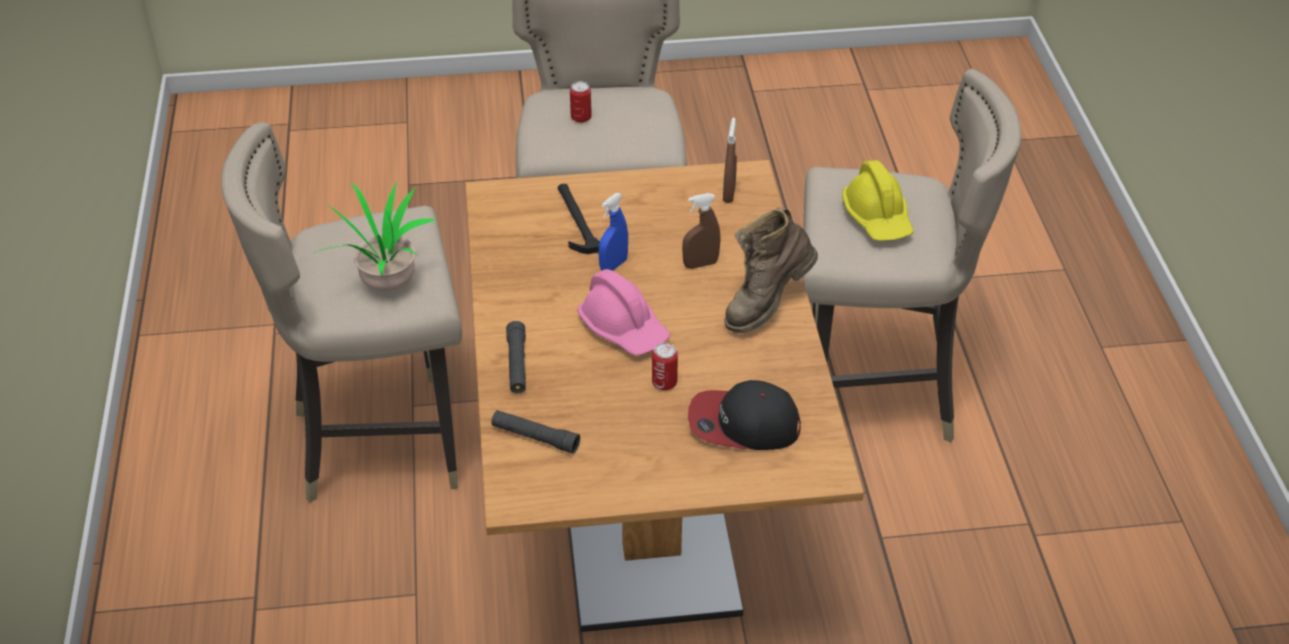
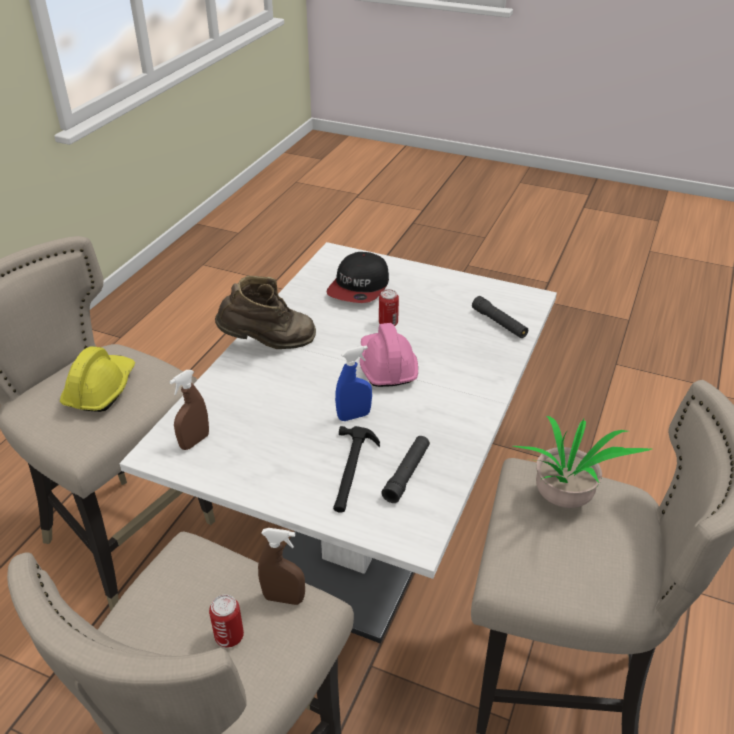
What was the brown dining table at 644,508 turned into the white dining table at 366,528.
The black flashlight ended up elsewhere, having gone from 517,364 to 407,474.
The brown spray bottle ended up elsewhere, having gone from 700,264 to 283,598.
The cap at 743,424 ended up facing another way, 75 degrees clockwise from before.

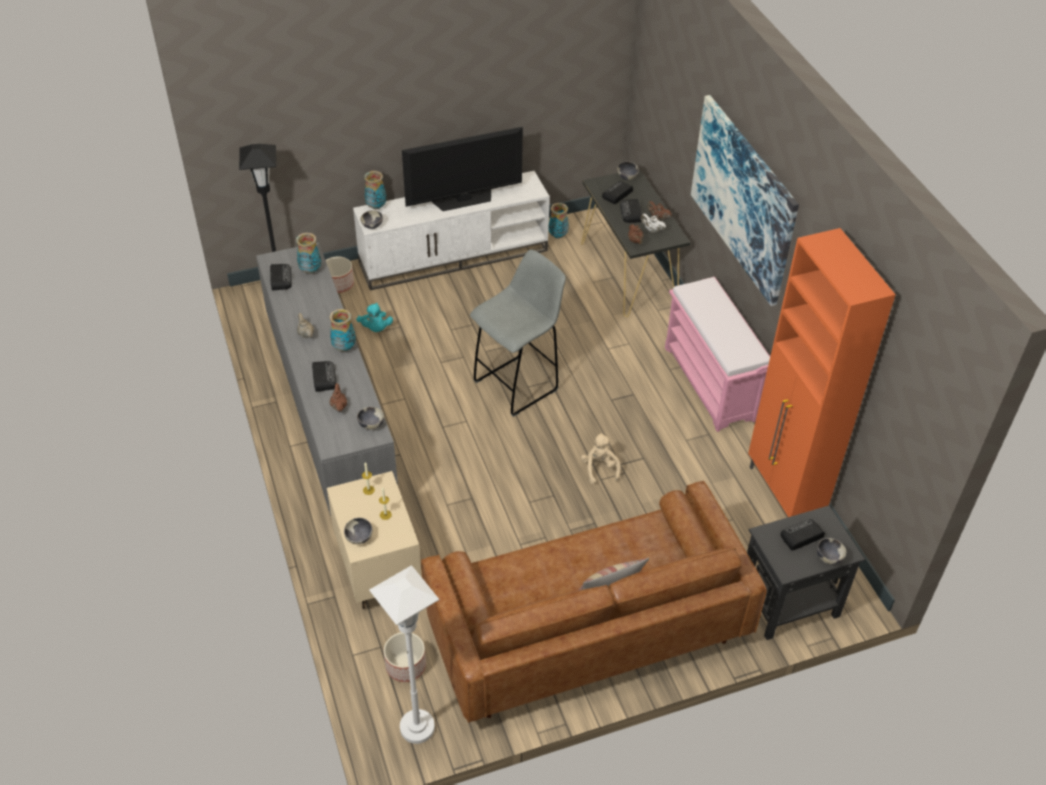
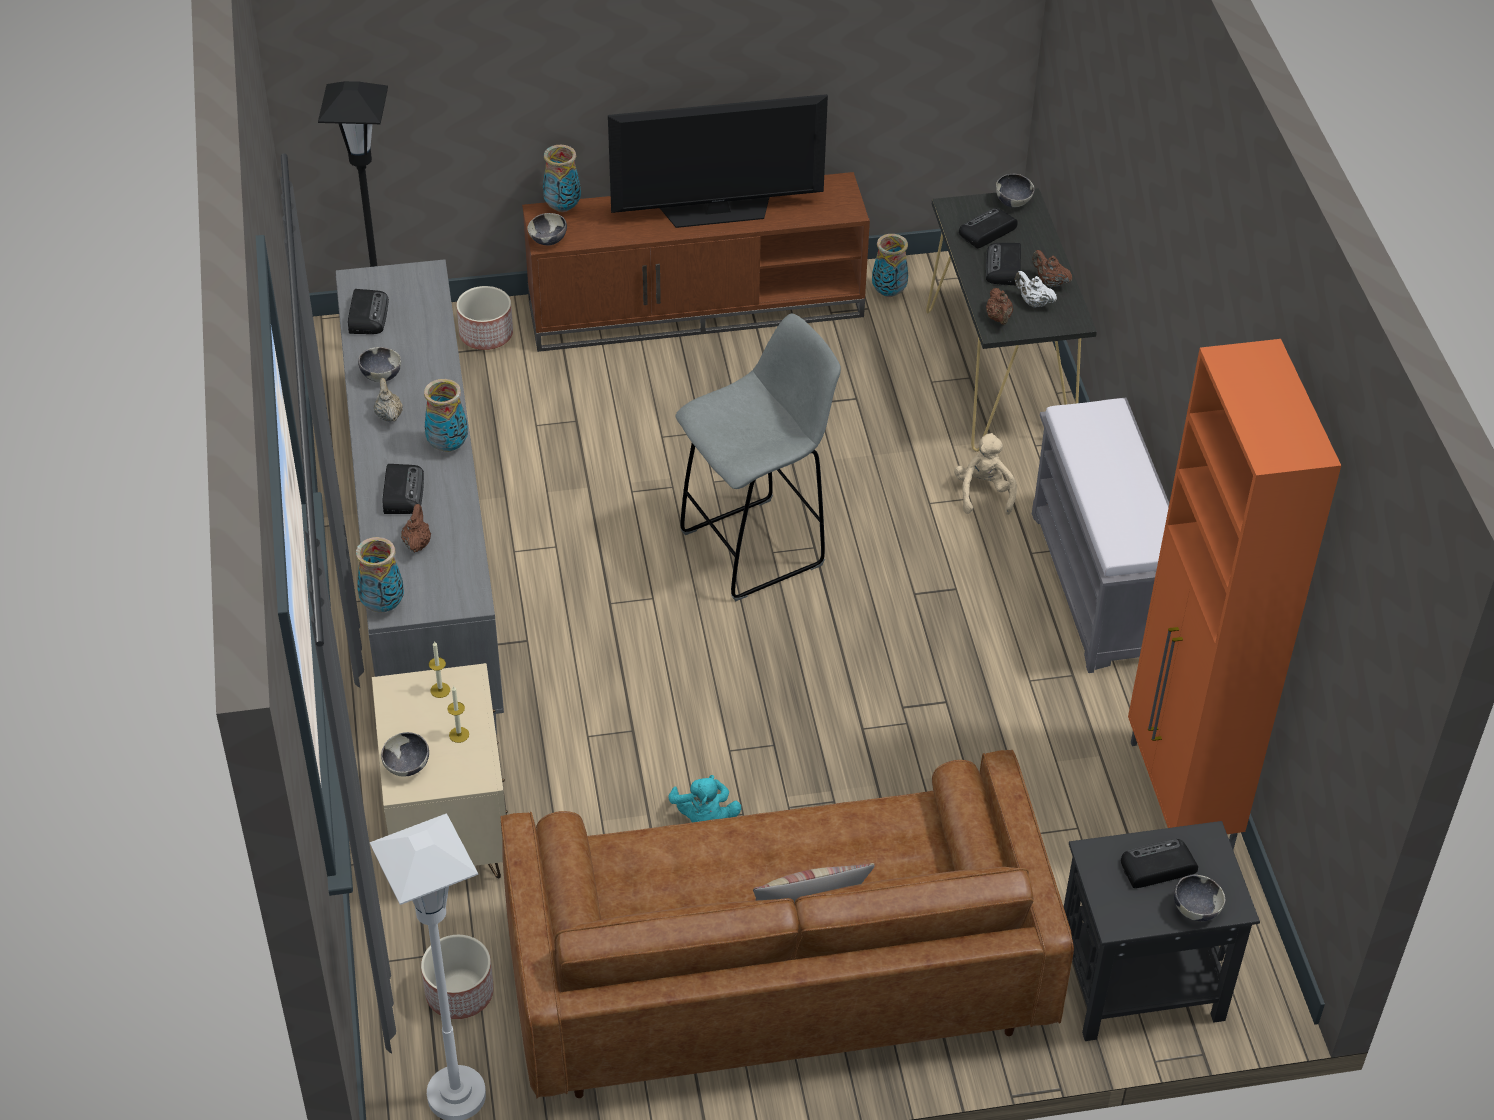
The vase ended up elsewhere, having gone from 310,270 to 383,606.
What was the white tv stand at 454,256 turned into the brown tv stand at 697,307.
The turquoise plush toy ended up elsewhere, having gone from 375,328 to 705,819.
The bowl ended up elsewhere, having gone from 371,425 to 381,376.
The beige plush toy ended up elsewhere, having gone from 599,469 to 983,493.
What was the pink bench at 711,384 turned into the grey bench at 1099,587.
The second view lost the picture at 743,198.

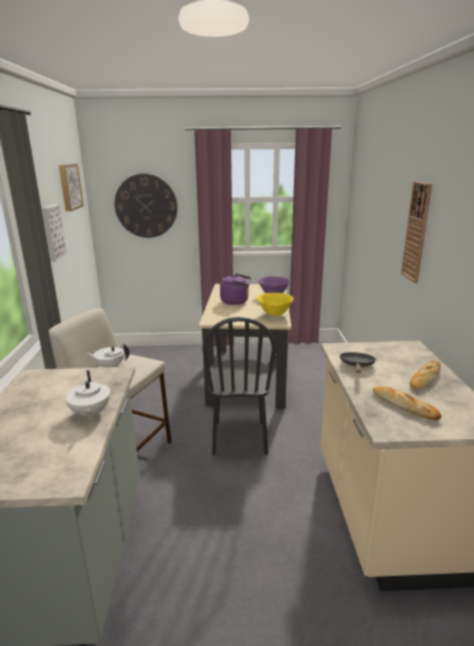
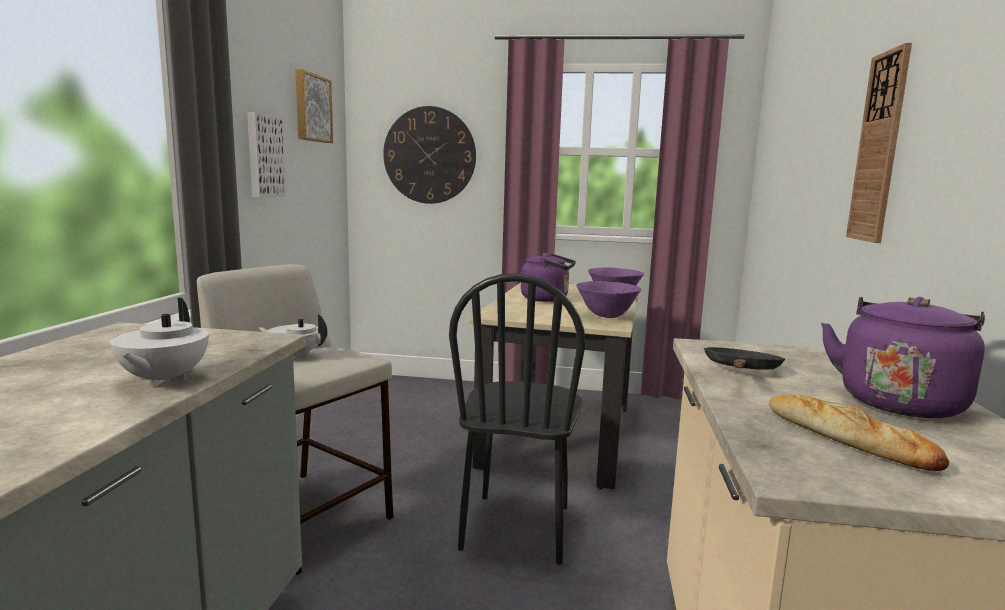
What was the yellow bowl at 274,314 turned into the purple bowl at 606,316.
Where the bread stood at 425,378, the purple kettle came to stand at 899,401.

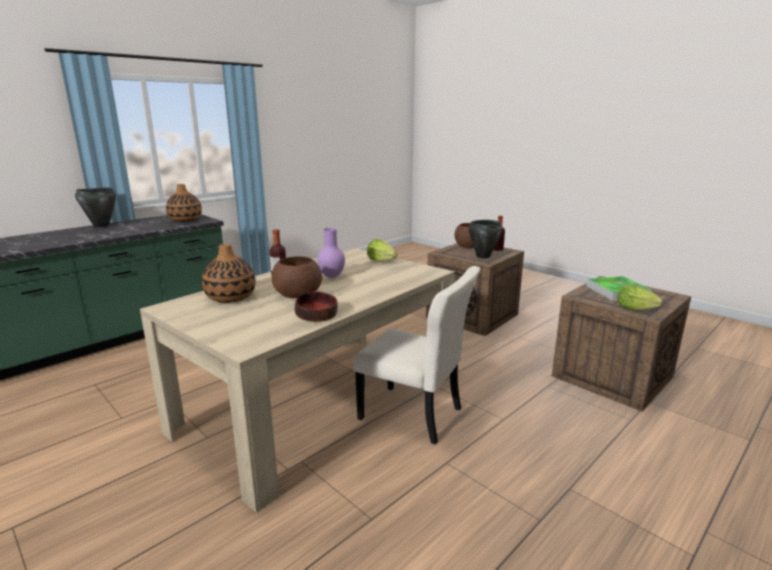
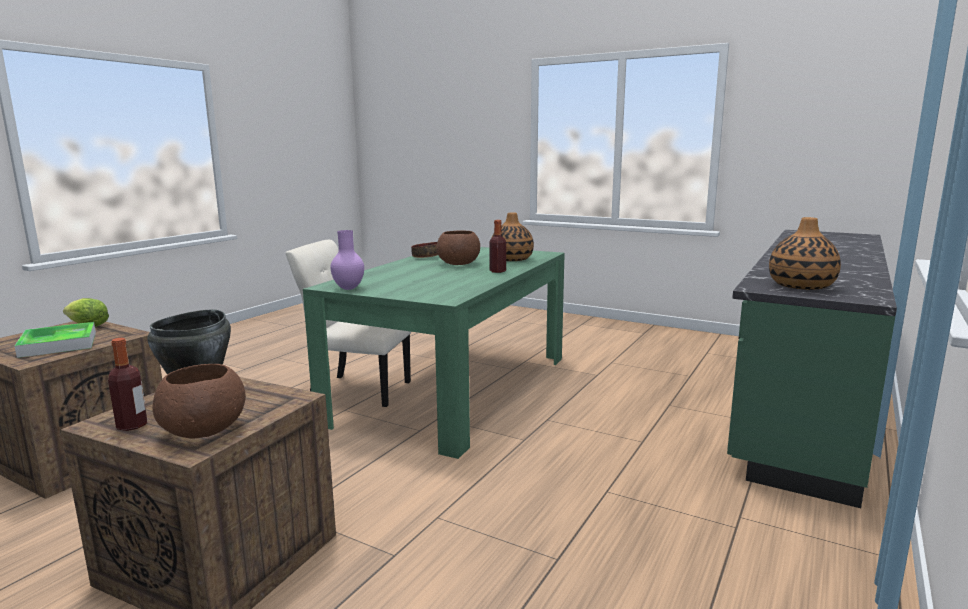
The second view lost the black cooking pot at 101,225.
What was the beige dining table at 319,402 turned into the green dining table at 454,388.
The purple vase ended up elsewhere, having gone from 331,276 to 349,288.
The second view lost the lettuce at 381,261.

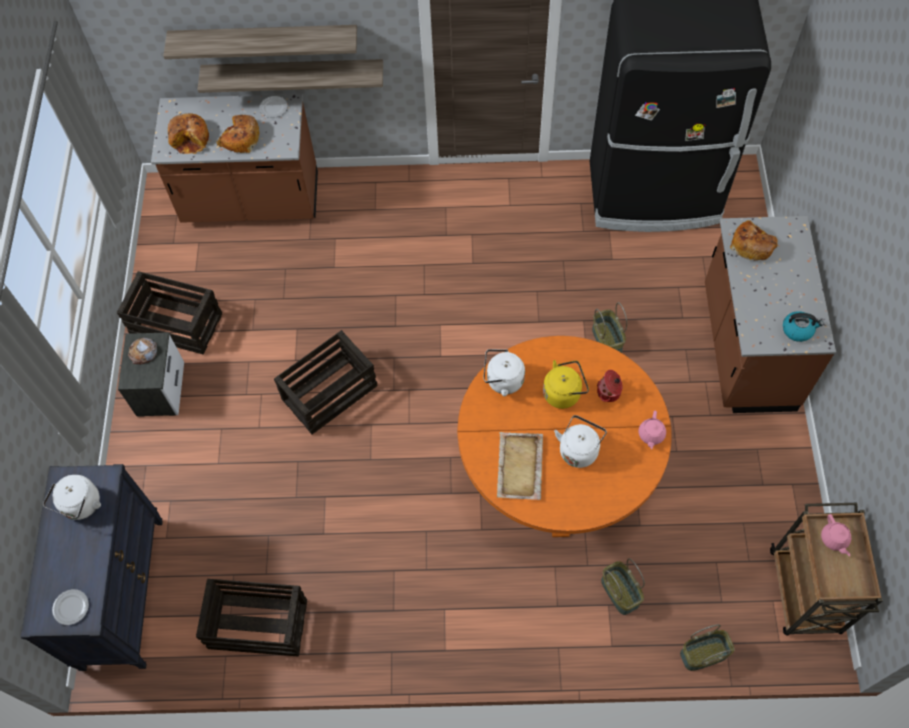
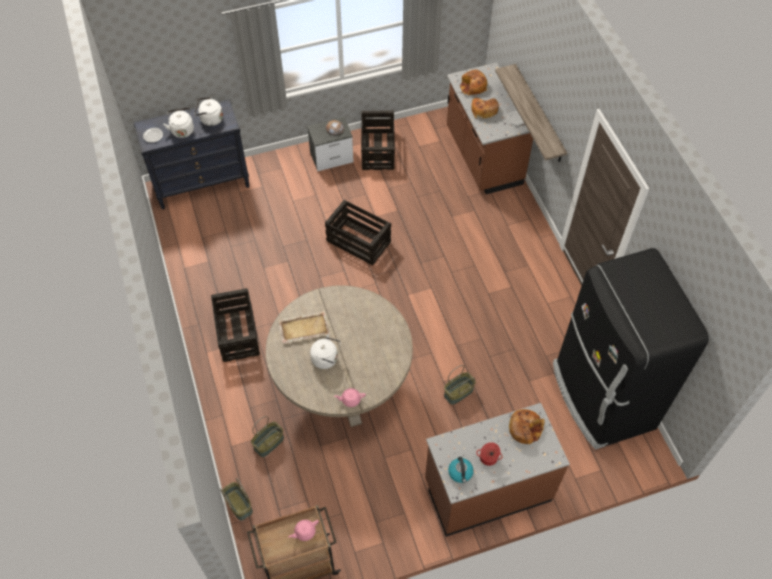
The second view lost the shelf at 264,40.
The crate ended up elsewhere, having gone from 257,624 to 237,333.
What was the orange dining table at 556,474 turned into the beige dining table at 342,385.
The white kettle ended up elsewhere, having gone from 502,380 to 182,130.
The second view lost the yellow kettle at 564,393.
The cooking pot ended up elsewhere, having gone from 609,392 to 488,458.

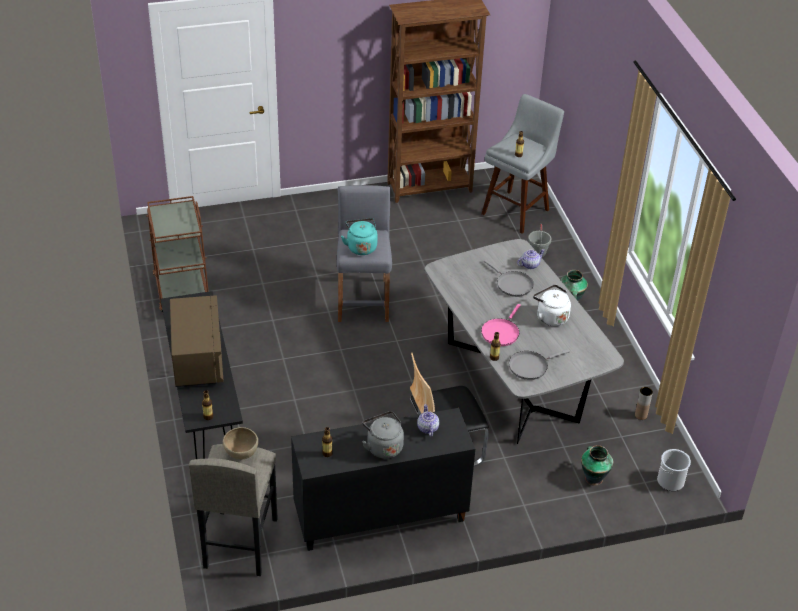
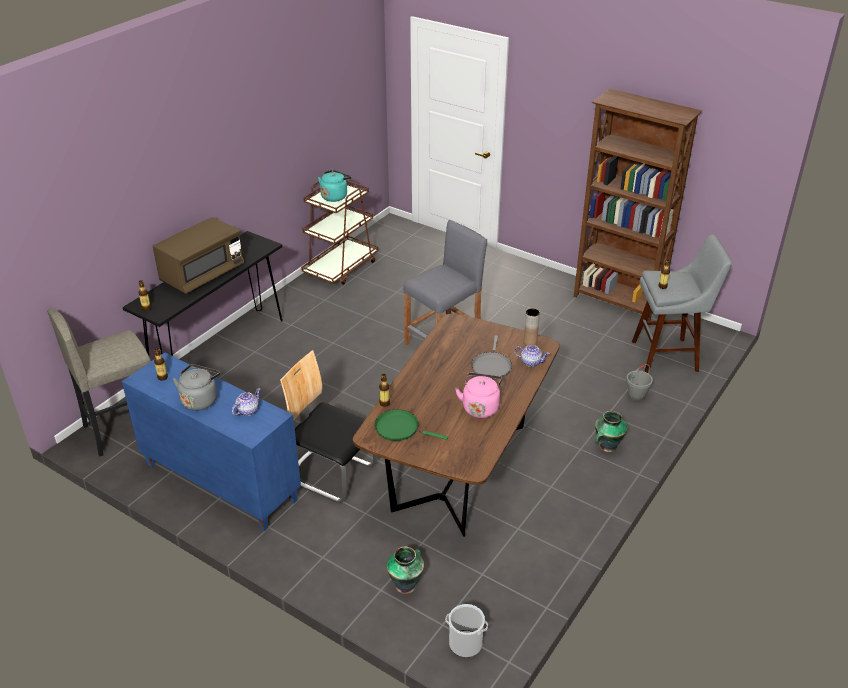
The second view lost the brown bowl at 241,454.
What was the black cabinet at 380,518 turned into the blue cabinet at 219,482.
The turquoise kettle ended up elsewhere, having gone from 361,246 to 335,196.
What was the grey dining table at 511,382 turned into the brown dining table at 459,467.
The second view lost the pink frying pan at 501,332.
What was the grey frying pan at 530,366 turned into the green frying pan at 400,428.
What was the white kettle at 550,317 turned into the pink kettle at 480,407.
The brown vase ended up elsewhere, having gone from 641,415 to 530,343.

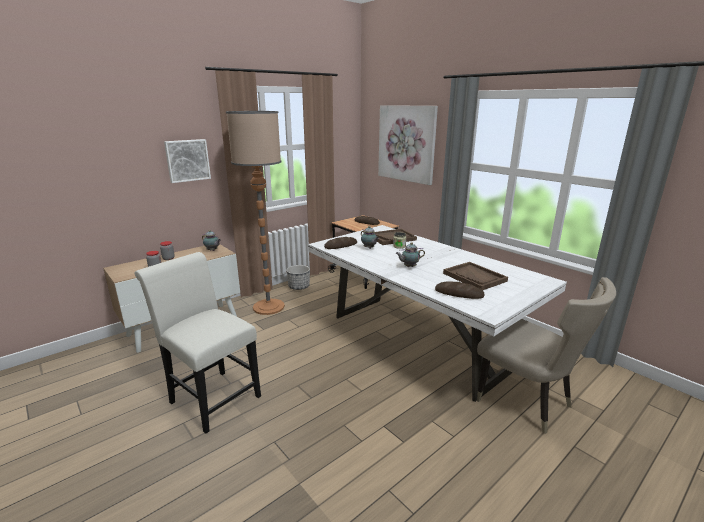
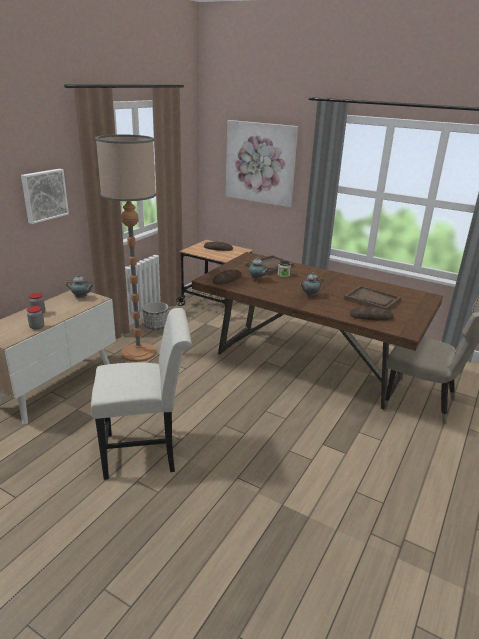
The white chair at 211,396 ended up facing another way, 150 degrees clockwise from before.
What was the white dining table at 416,341 turned into the brown dining table at 306,365.

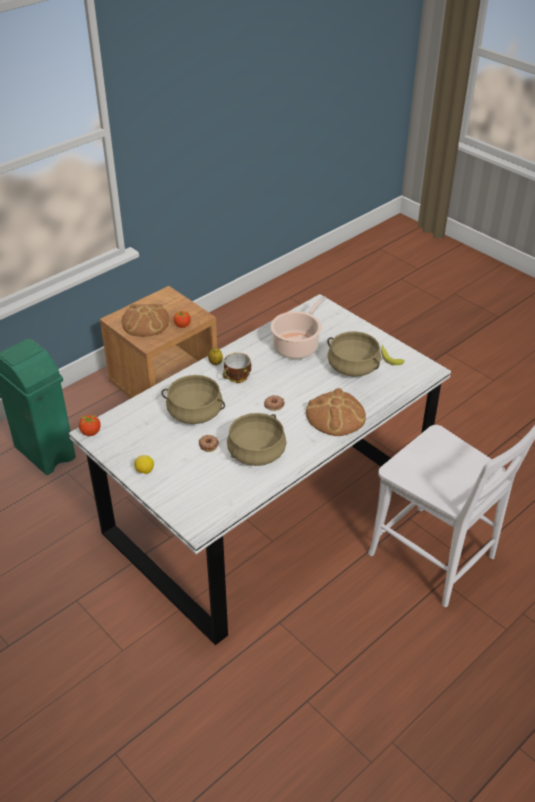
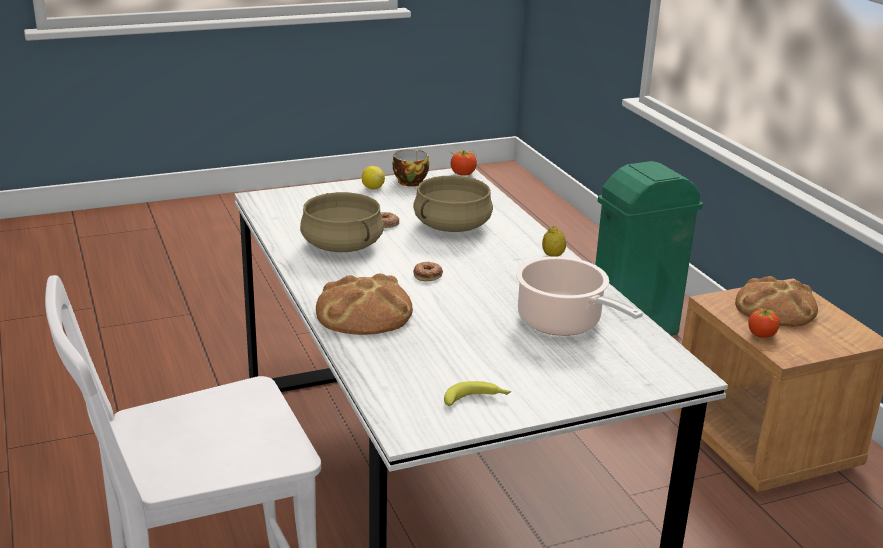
The cup ended up elsewhere, having gone from 237,378 to 408,181.
The second view lost the beige cooking pot at 352,367.

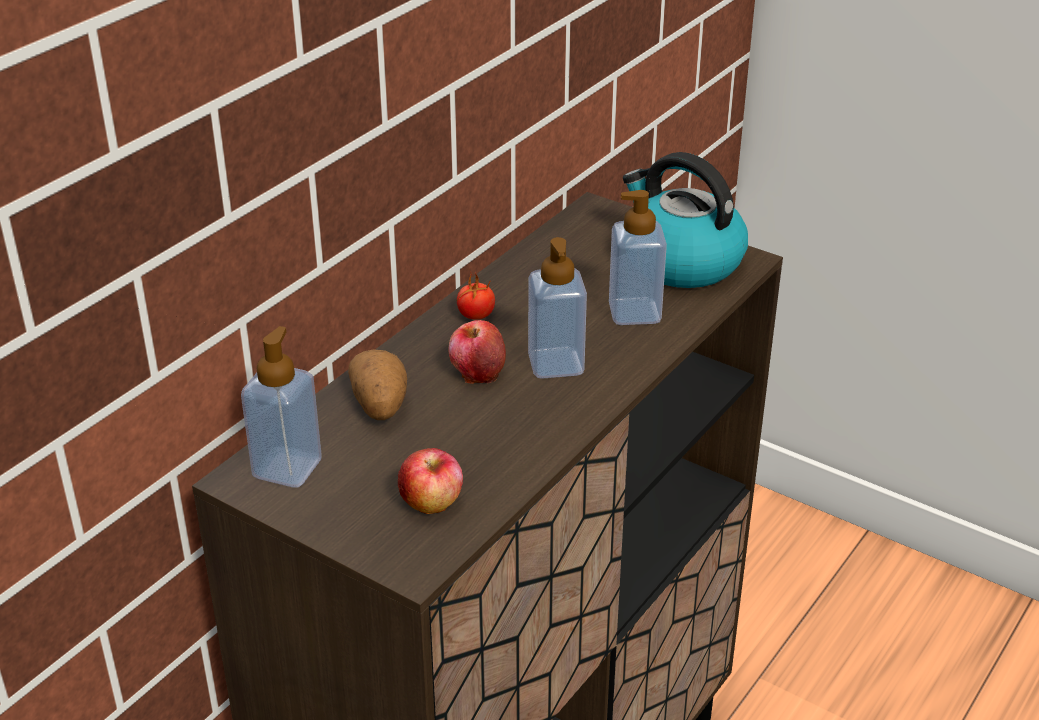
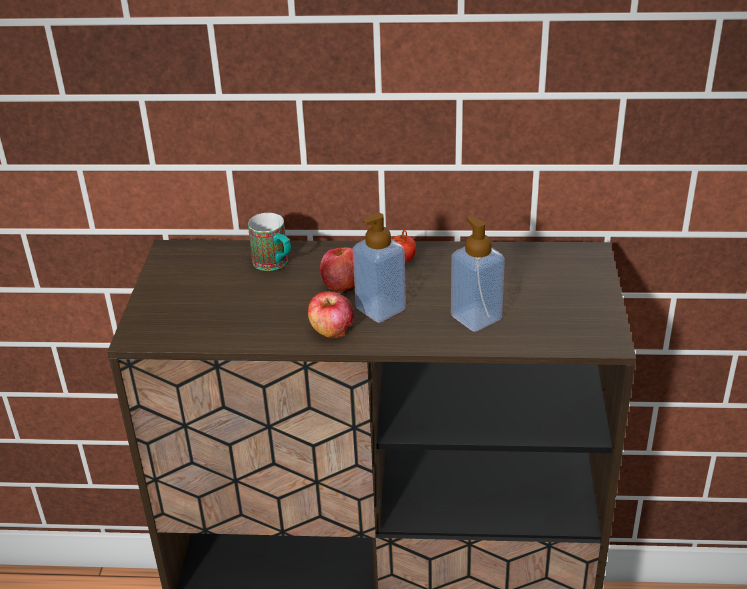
The second view lost the soap dispenser at 287,468.
Where the potato stood at 380,405, the mug came to stand at 275,264.
The apple ended up elsewhere, having gone from 431,502 to 331,330.
The second view lost the kettle at 680,261.

